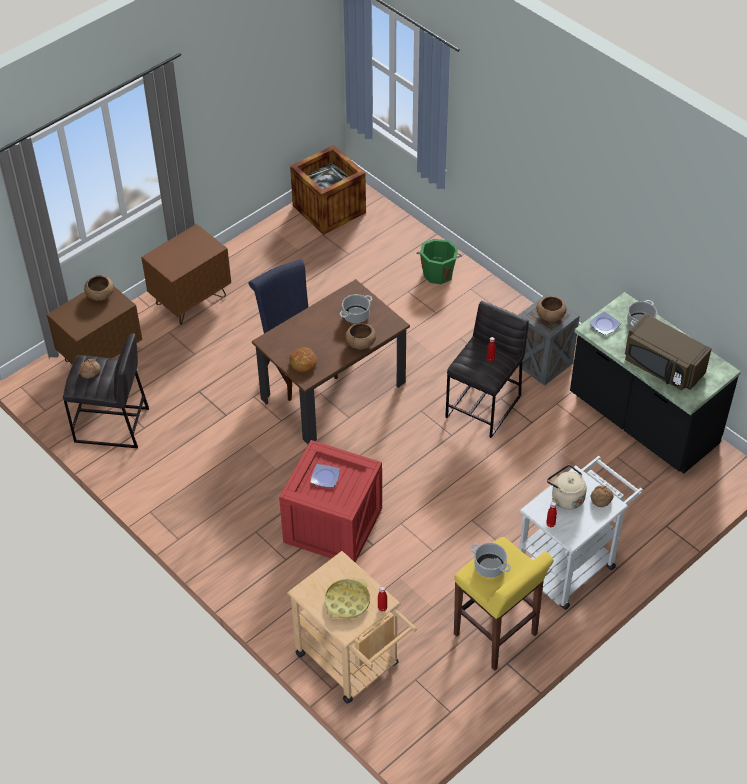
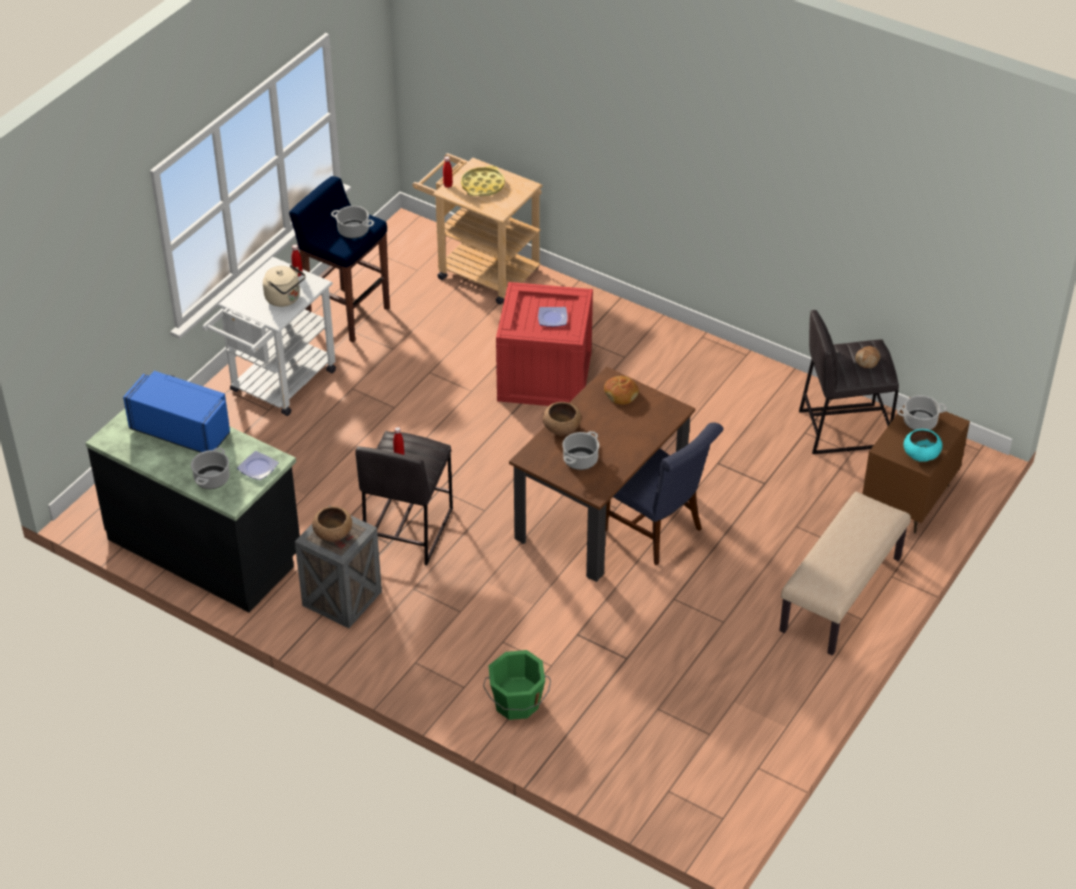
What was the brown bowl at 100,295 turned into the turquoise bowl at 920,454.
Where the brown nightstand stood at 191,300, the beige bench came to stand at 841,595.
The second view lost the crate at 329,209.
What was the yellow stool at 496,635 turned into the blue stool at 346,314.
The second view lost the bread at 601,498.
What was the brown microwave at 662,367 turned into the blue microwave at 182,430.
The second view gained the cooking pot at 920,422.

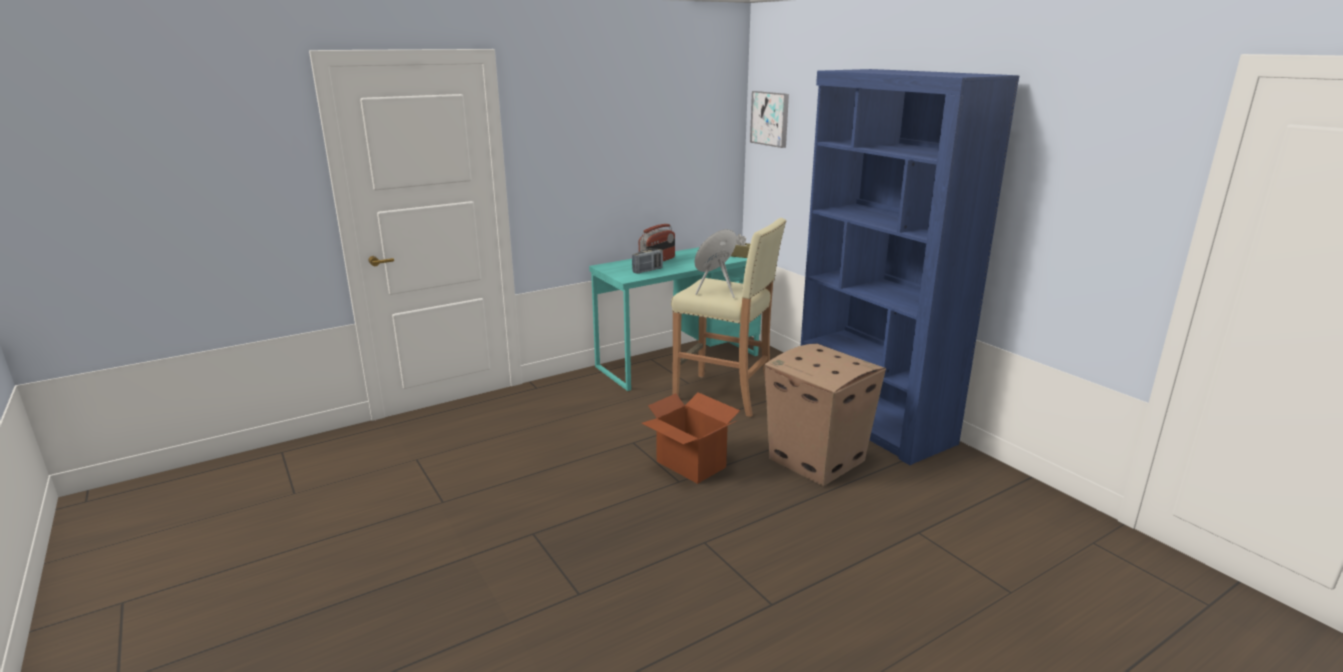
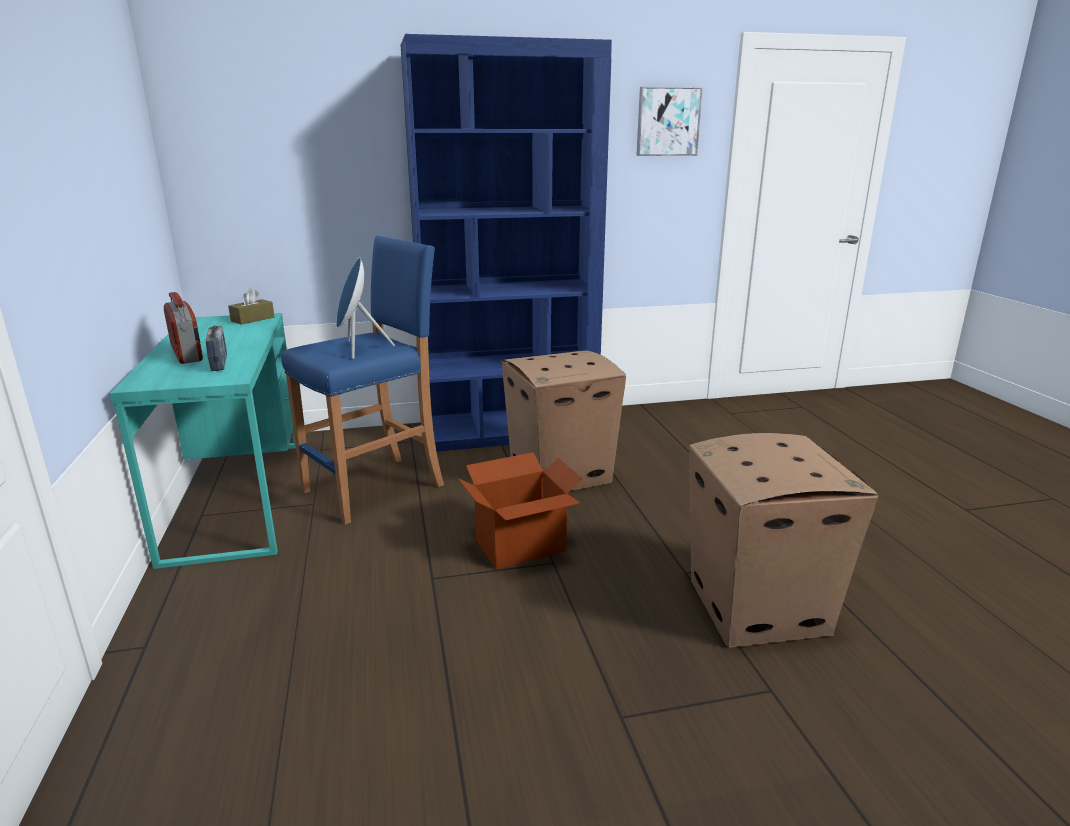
What was the beige stool at 724,395 turned into the blue stool at 375,488.
The picture ended up elsewhere, having gone from 770,118 to 667,122.
The second view gained the cardboard box at 757,606.

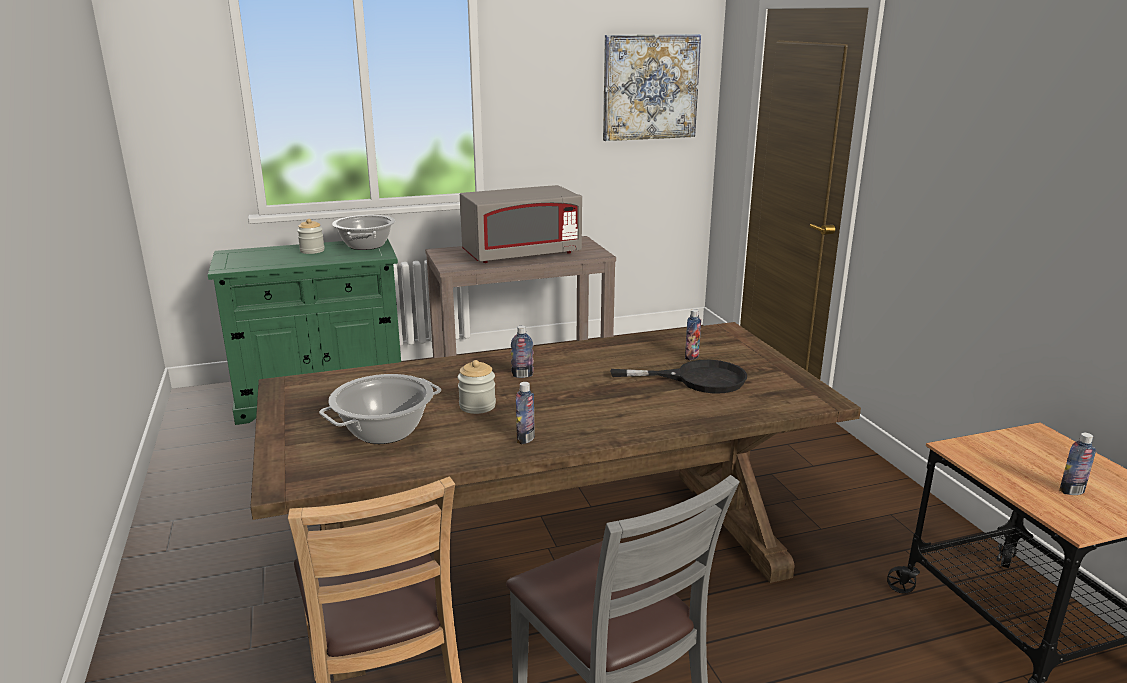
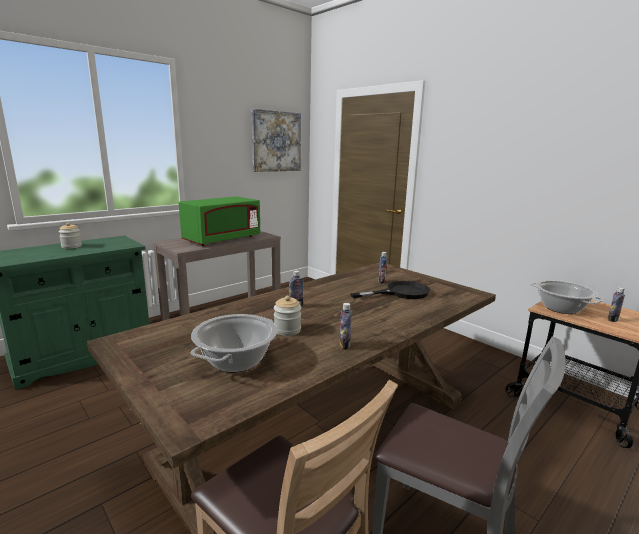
The cooking pot ended up elsewhere, having gone from 366,245 to 561,308.
What was the grey microwave at 521,255 turned into the green microwave at 222,240.

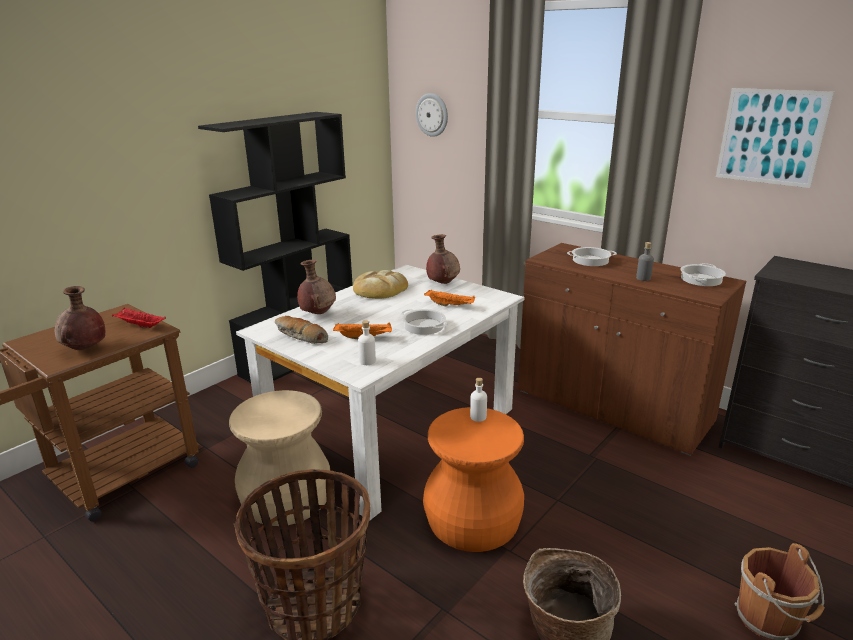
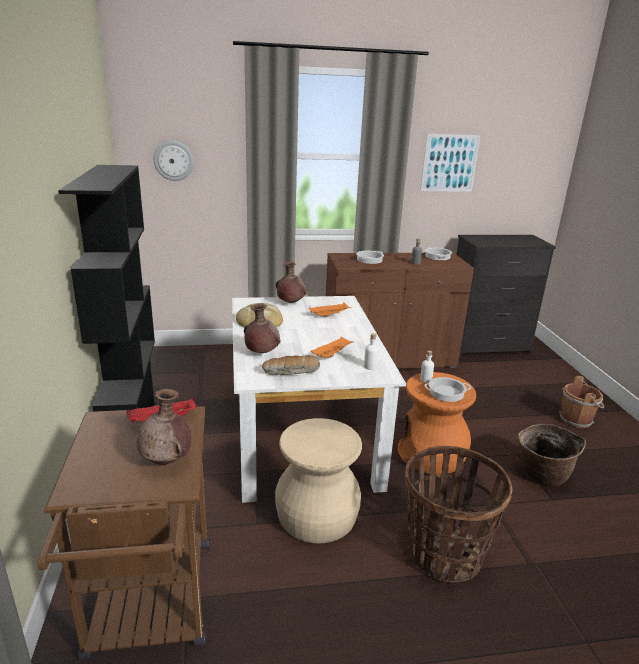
The cooking pot ended up elsewhere, having gone from 423,326 to 446,393.

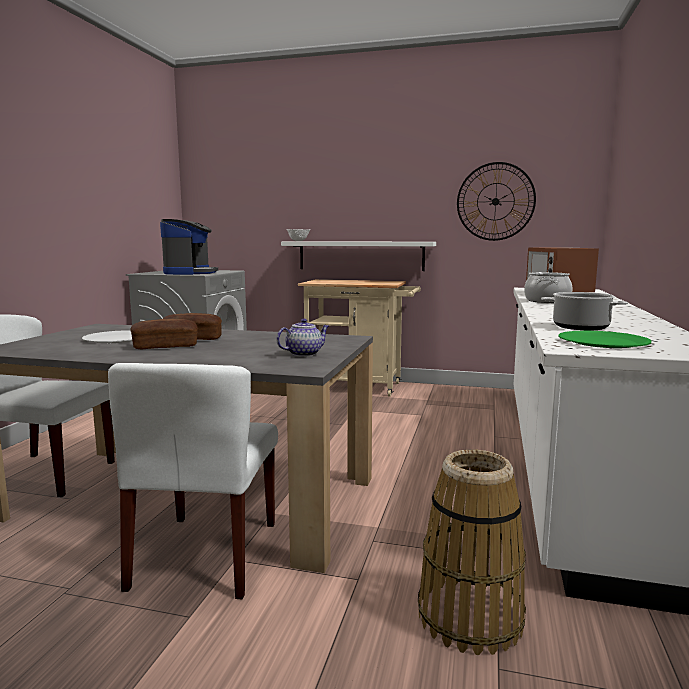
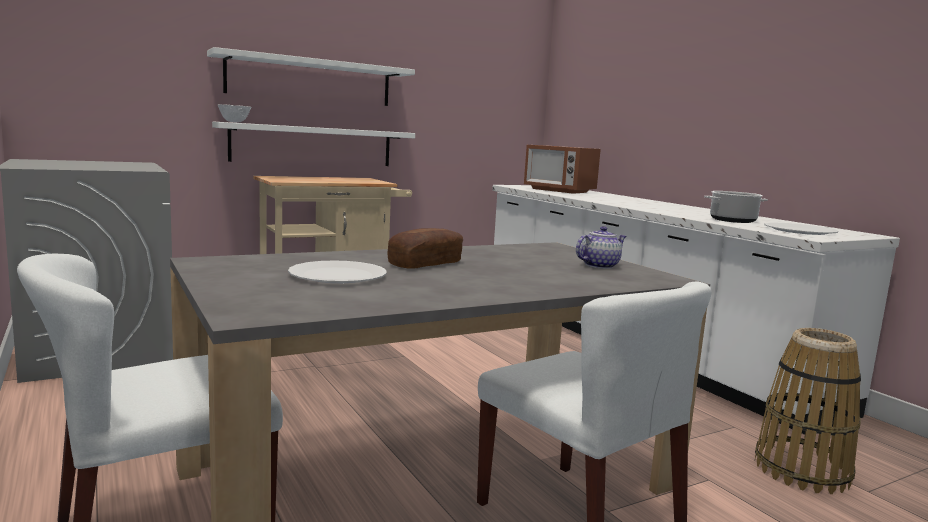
The second view lost the bread at 165,346.
The second view lost the coffee machine at 190,273.
The teapot at 304,354 ended up facing another way, 45 degrees clockwise from before.
The second view lost the wall clock at 495,201.
The second view lost the cooking pot at 546,301.
What was the green plate at 603,342 turned into the white plate at 799,231.
The second view gained the white shelf at 310,80.

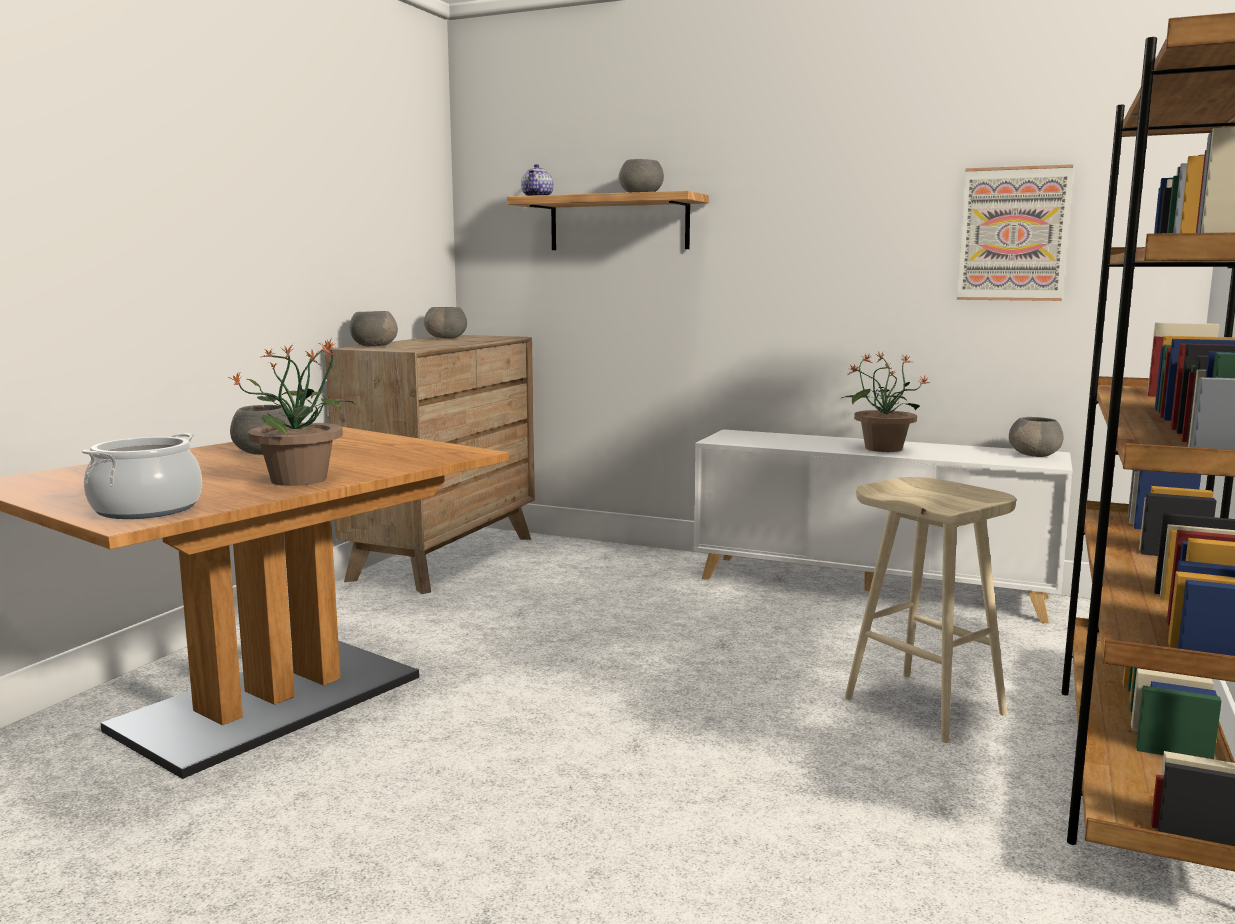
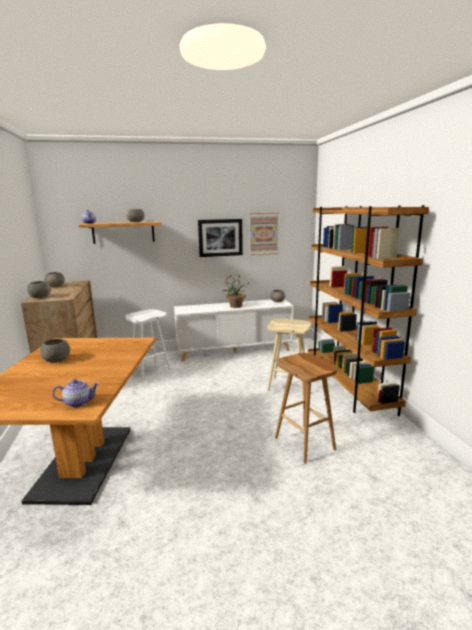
Where the cooking pot stood at 146,509, the teapot came to stand at 78,402.
The second view lost the potted plant at 301,479.
The second view gained the white stool at 149,370.
The second view gained the picture at 220,237.
The second view gained the brown stool at 305,443.

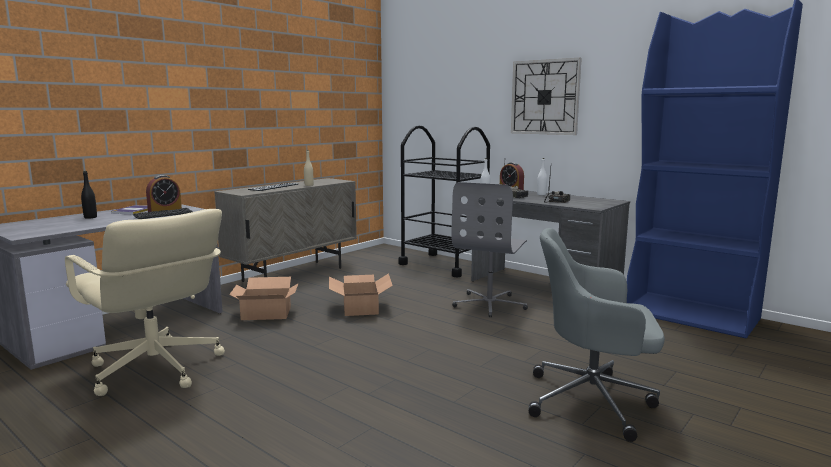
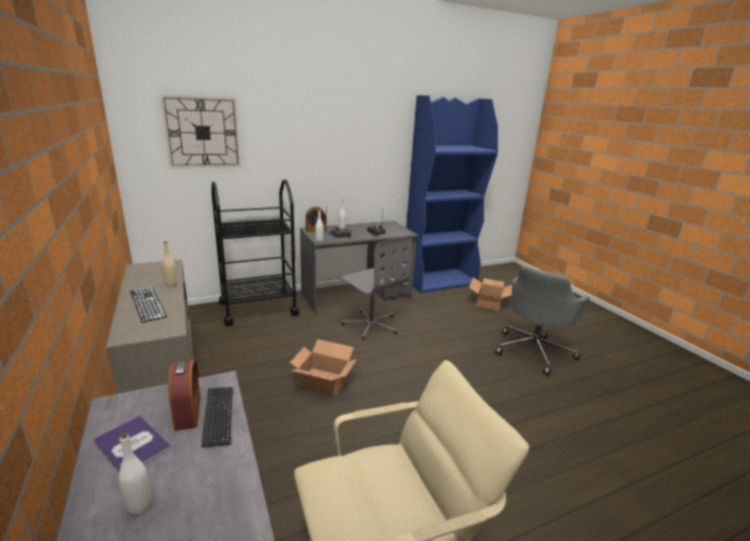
What was the black bottle at 90,217 turned into the white bottle at 139,506.
The cardboard box ended up elsewhere, having gone from 266,313 to 489,302.
The wall clock ended up elsewhere, having gone from 545,97 to 202,132.

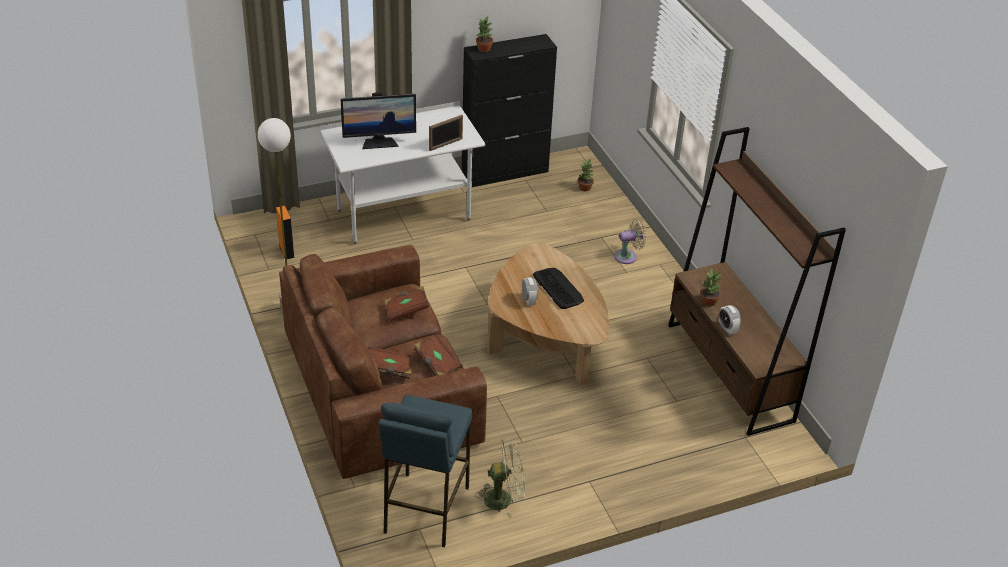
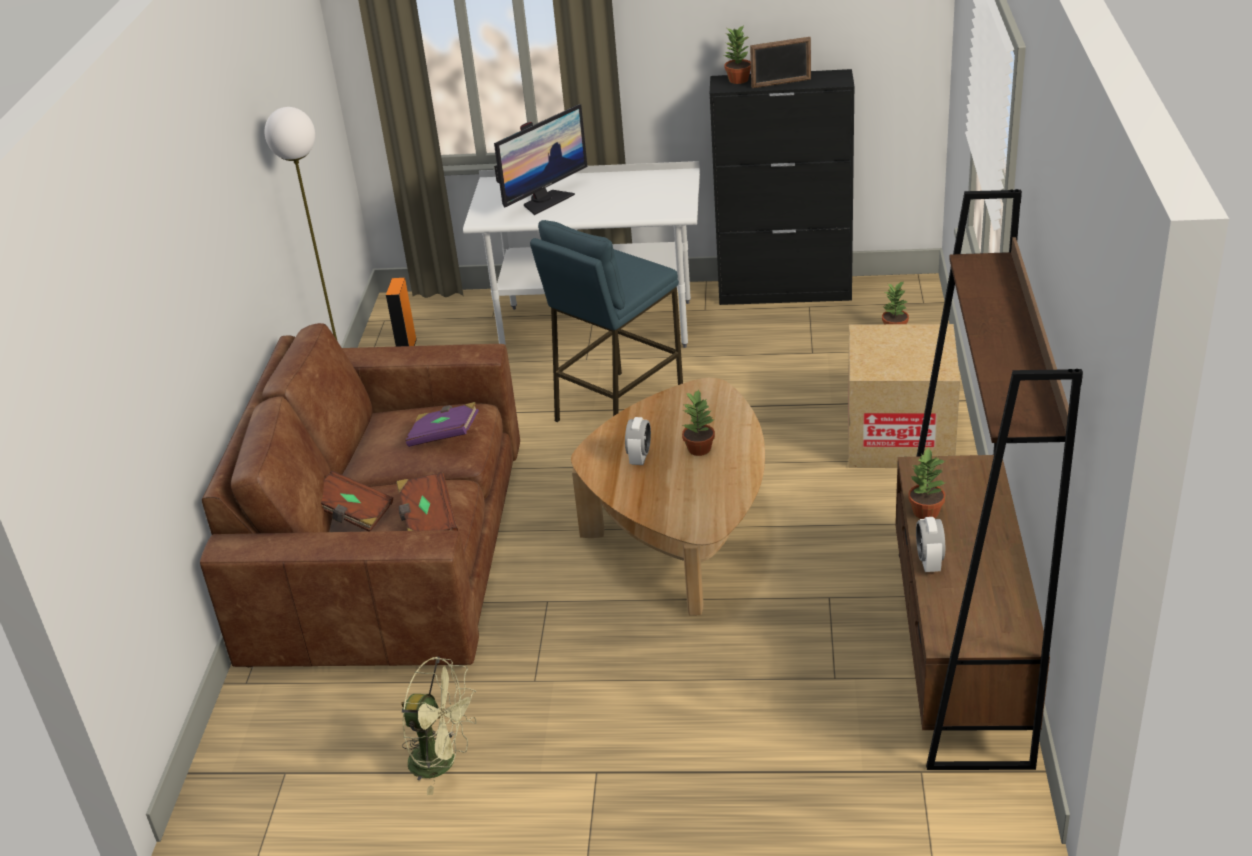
The monitor at 379,142 ended up facing another way, 60 degrees counterclockwise from before.
The blue stool ended up elsewhere, having gone from 425,510 to 617,409.
What was the brown book at 406,310 turned into the purple book at 444,436.
The picture frame ended up elsewhere, having gone from 446,144 to 781,83.
Where the keyboard stood at 558,288, the potted plant came to stand at 699,448.
Where the beige fan stood at 628,256, the cardboard box came to stand at 899,437.

